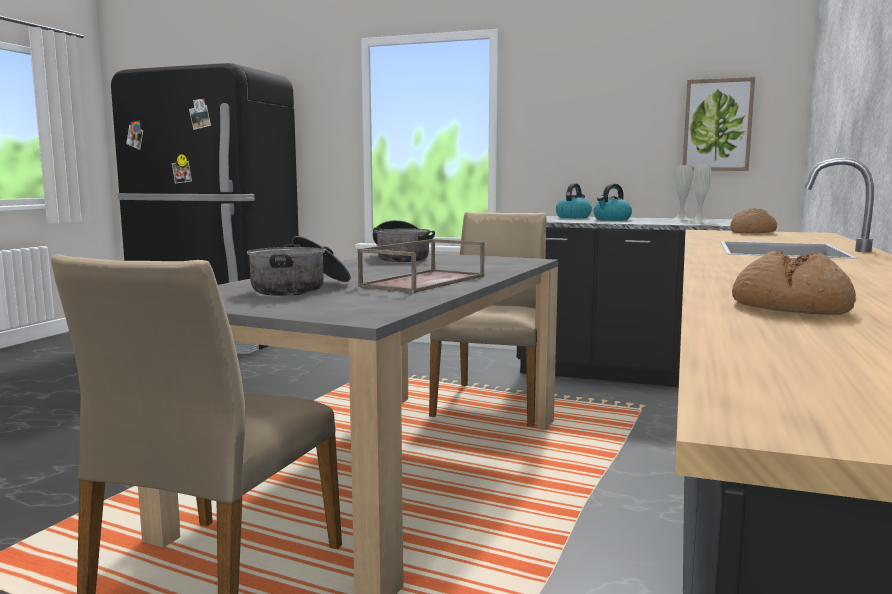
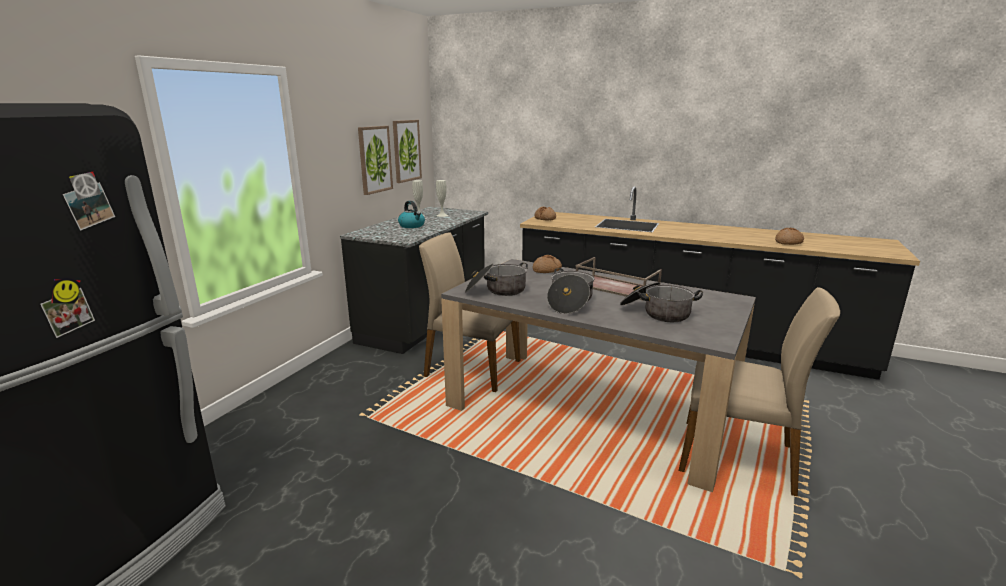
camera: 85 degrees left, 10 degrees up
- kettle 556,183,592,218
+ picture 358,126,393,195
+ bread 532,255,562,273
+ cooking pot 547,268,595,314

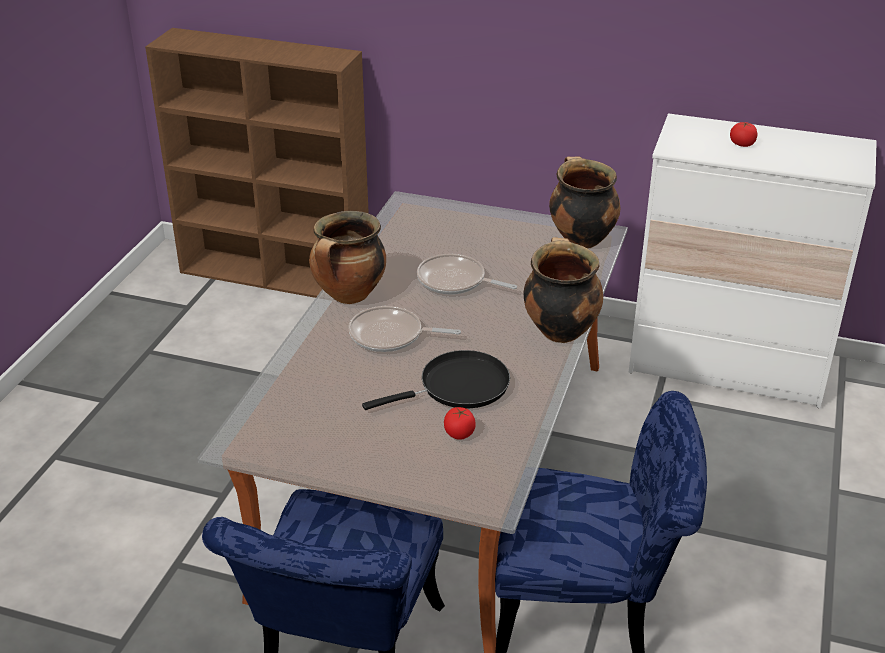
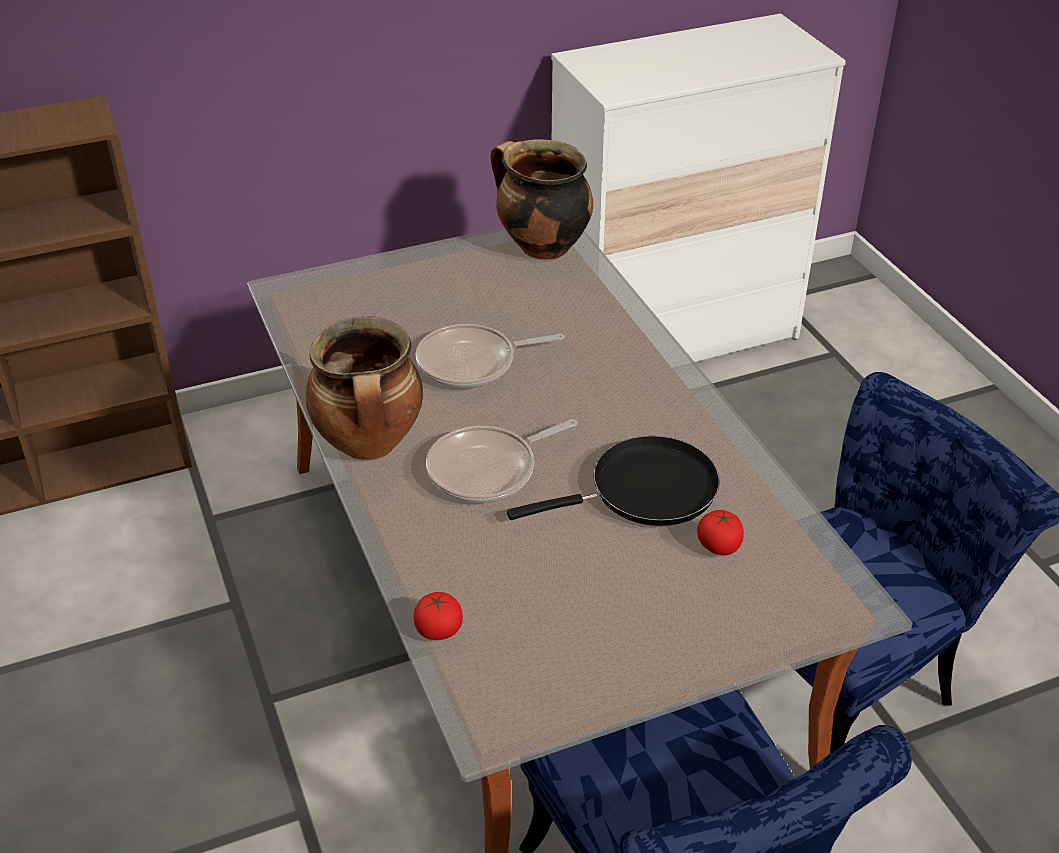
camera: 40 degrees left, 5 degrees up
~ frying pan/black 362,350,510,410 = 507,436,720,526 45 degrees clockwise
- cooking pot 524,237,603,343
~ tomato 730,122,757,147 to 413,592,463,640

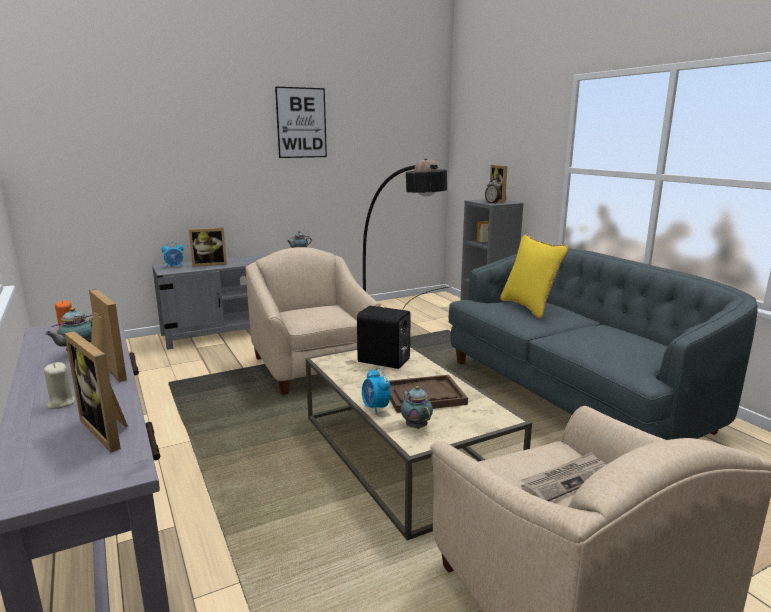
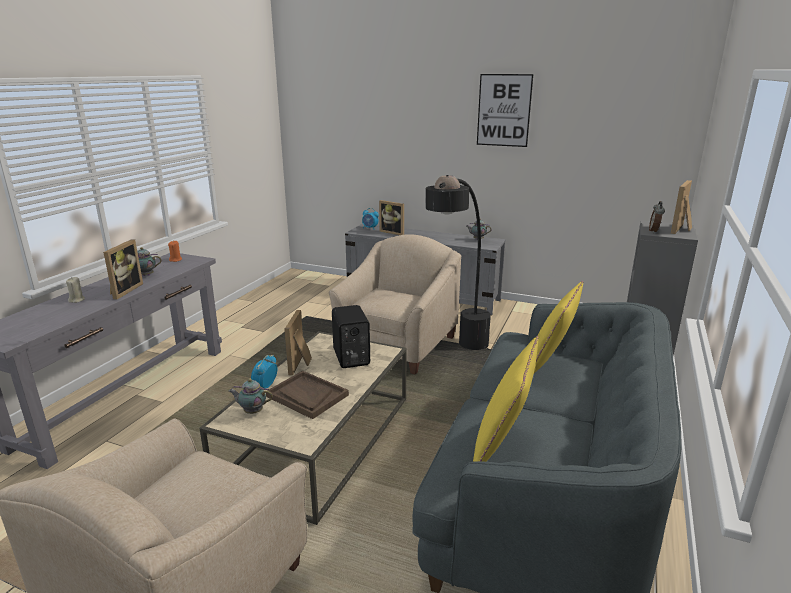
camera: 50 degrees right, 5 degrees up
~ picture frame 64,331,128,452 to 285,310,312,375
~ teapot 401,386,433,429 = 229,379,273,414 105 degrees counterclockwise
- newspaper 521,452,607,501
+ pillow/yellow 473,336,538,462

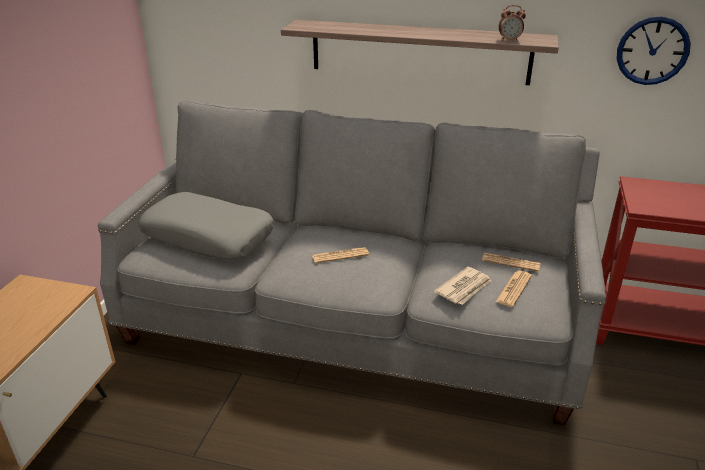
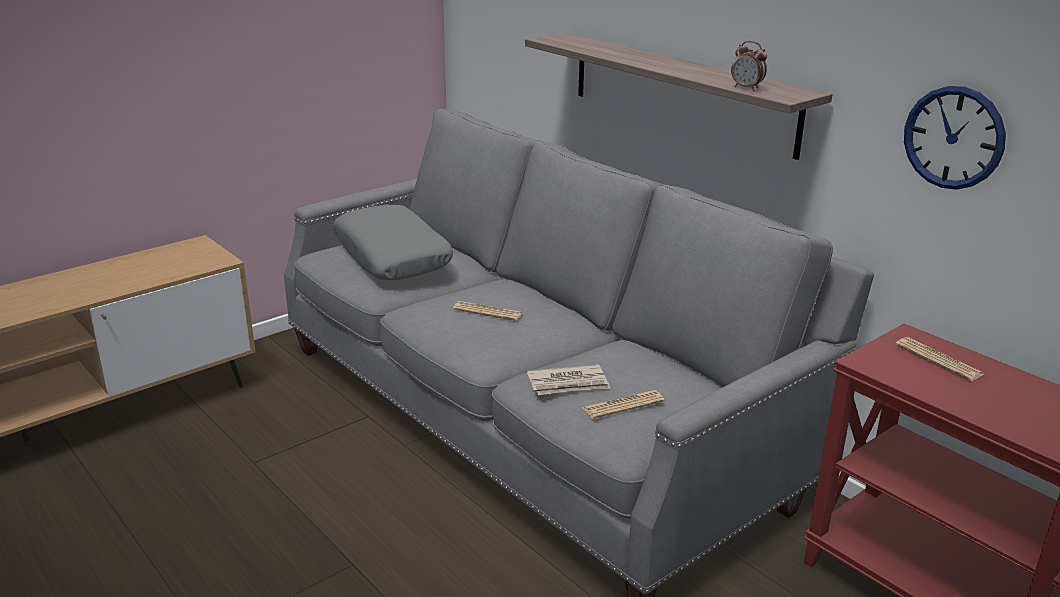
camera: 35 degrees right, 5 degrees down
~ newspaper 482,253,540,272 to 895,337,984,381

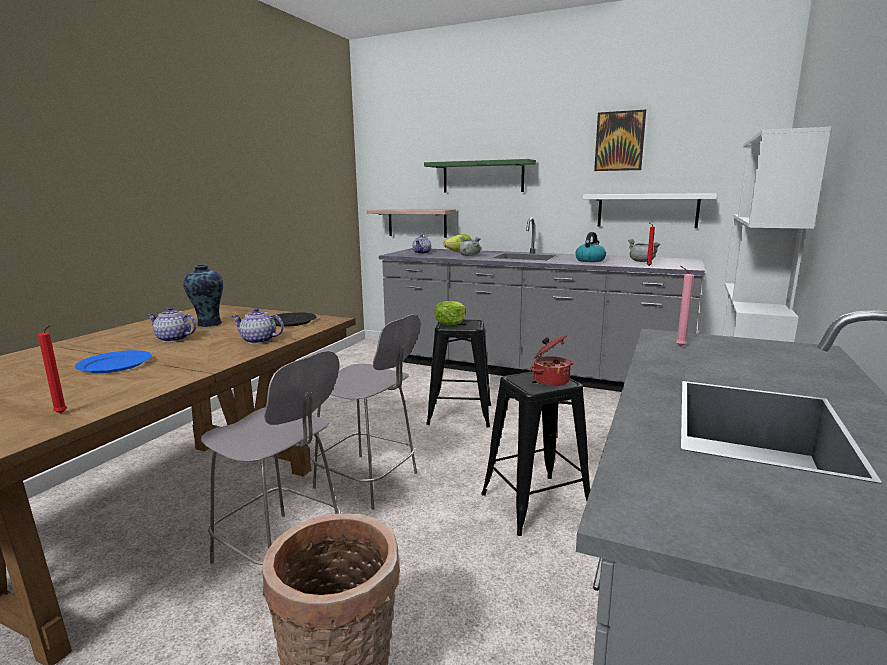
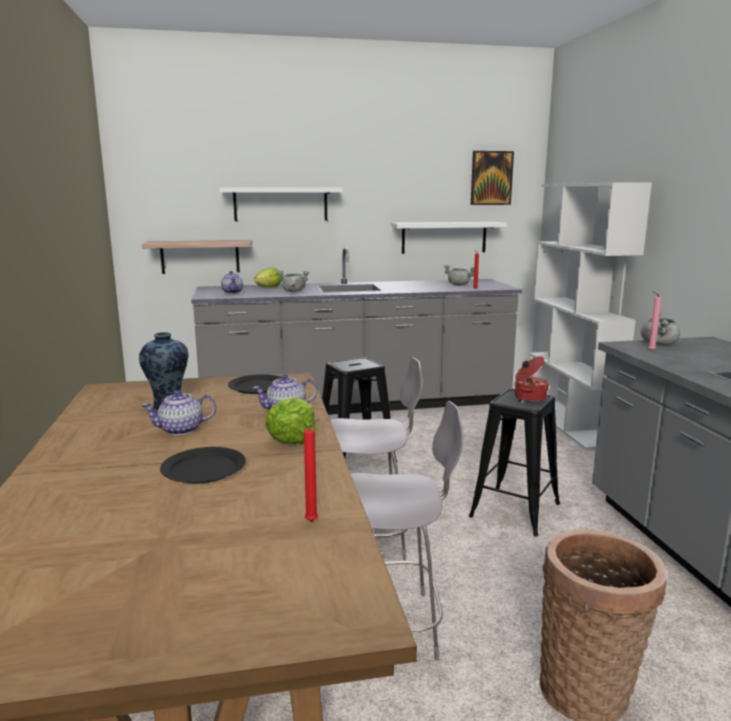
camera: 35 degrees left, 0 degrees up
~ plate/blue 75,350,152,373 to plate/black 160,447,246,483
~ shelf/green 424,159,536,193 to shelf/white 219,187,343,221
~ lettuce 435,301,466,325 to 265,397,317,444
- kettle 575,232,606,262
~ picture 594,109,646,171 to 471,151,514,205
+ cooking pot/grey 641,312,680,345

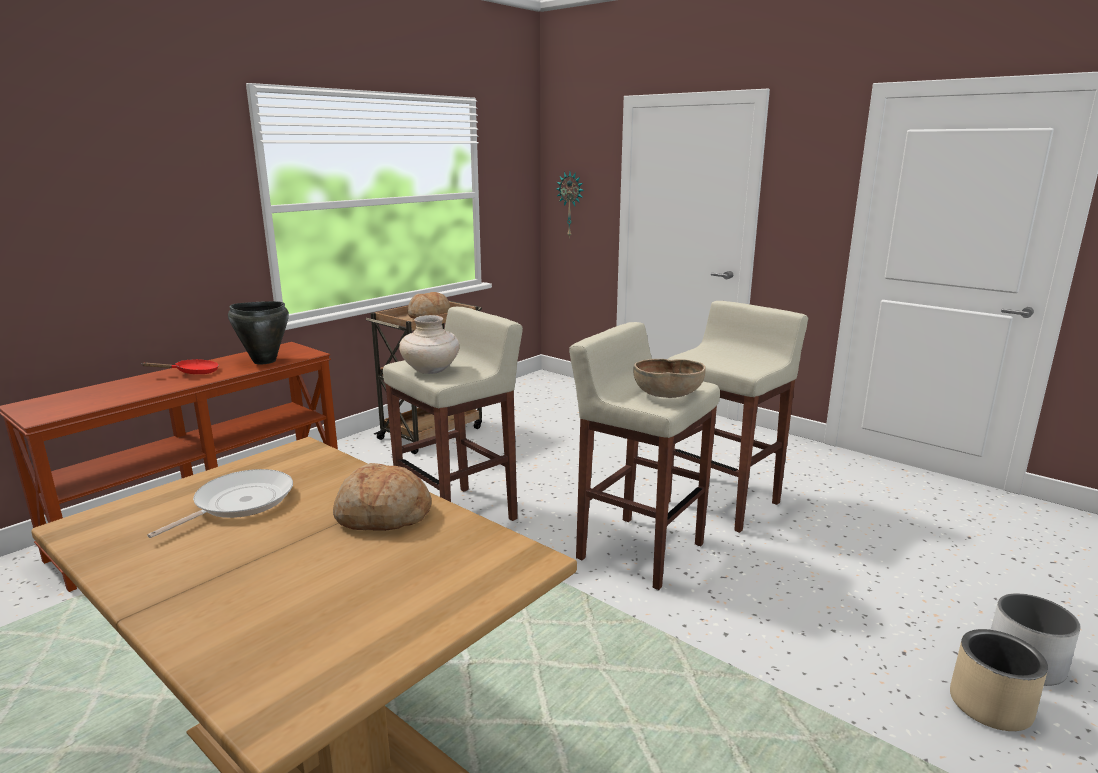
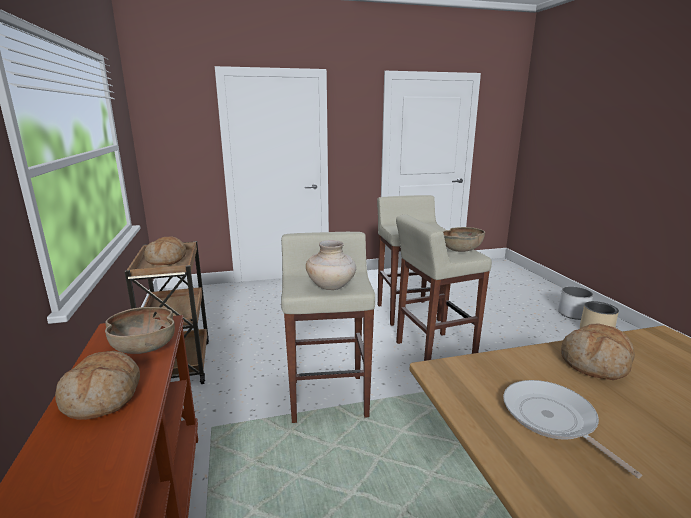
camera: 55 degrees left, 0 degrees up
~ frying pan/red 141,359,219,374 to bread 55,351,140,420
~ cooking pot/black 228,301,289,364 to bowl/brown 105,307,175,354
- wall clock 557,172,584,237

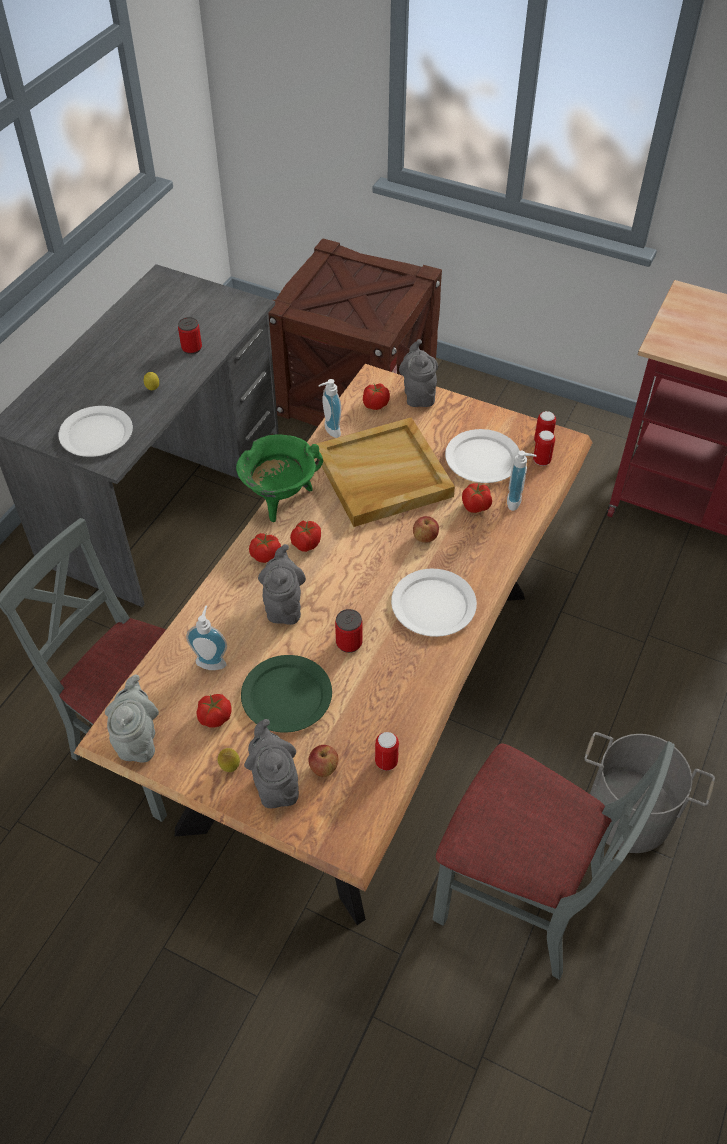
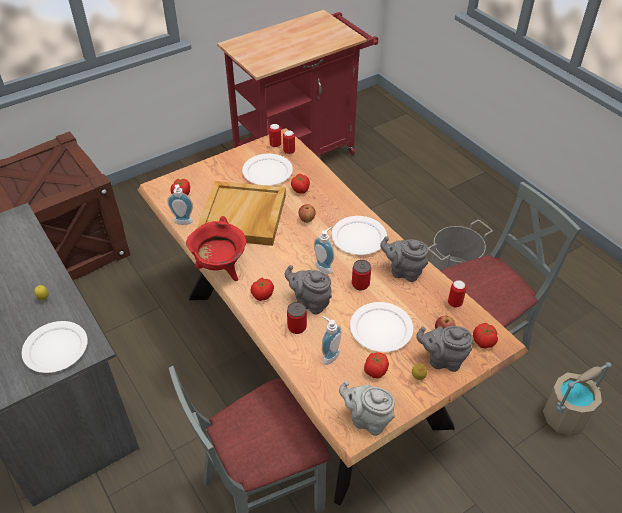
camera: 60 degrees left, 5 degrees down
~ can 178,317,202,354 to 287,302,307,334
~ cooking pot/green 236,434,323,522 to cooking pot/red 186,216,246,281
~ plate/green 241,655,332,733 to plate/white 350,302,413,352
~ tomato 290,520,321,552 to 473,323,498,349
~ teapot/grey 399,339,438,407 to 380,236,428,282
~ soap dispenser 507,451,537,511 to 314,227,334,274
+ bucket/beige 543,362,612,435

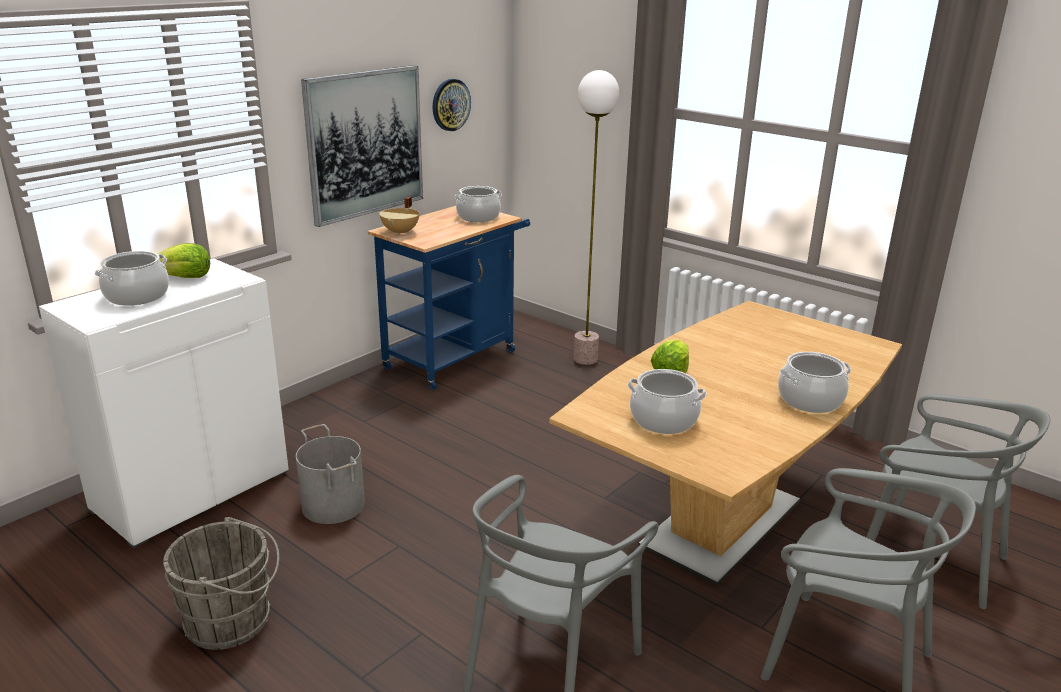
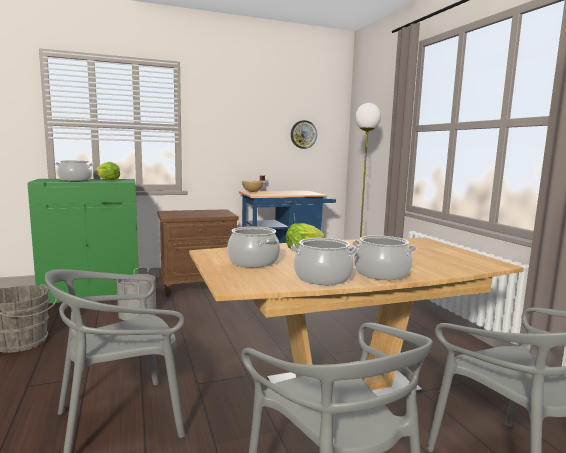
camera: 30 degrees right, 15 degrees down
~ cabinet/white 39,258,289,549 to cabinet/green 27,179,139,304
- picture 301,65,423,227
~ cooking pot 454,186,502,222 to 291,238,358,285
+ nightstand/brown 158,209,239,297

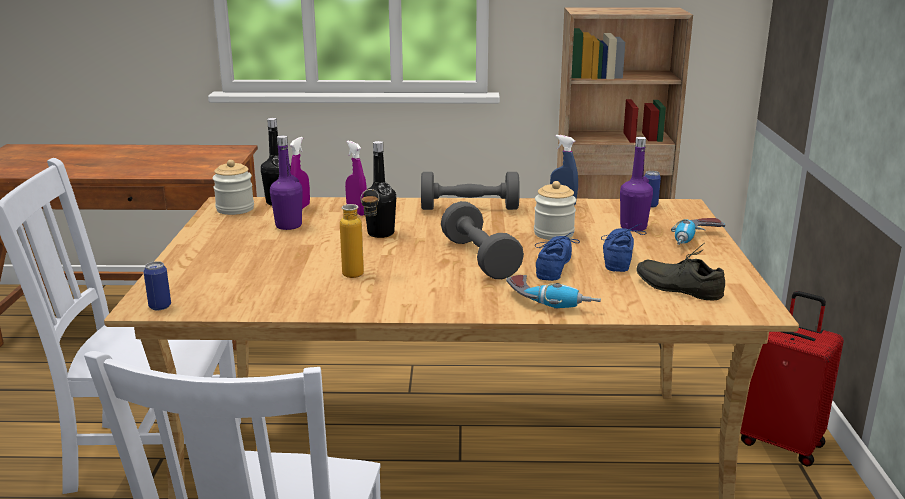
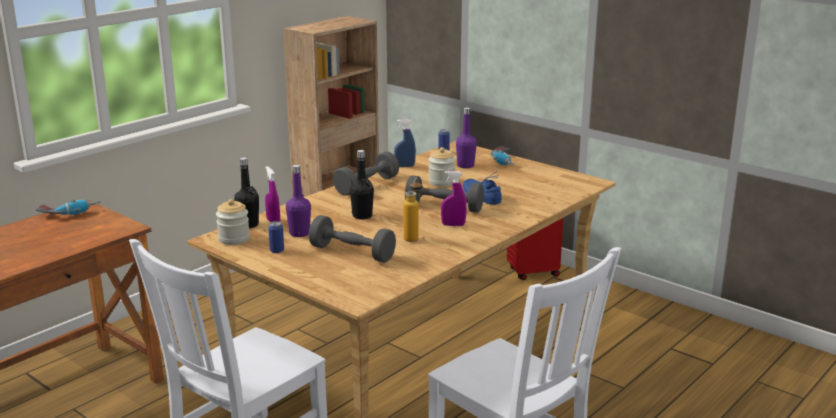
camera: 50 degrees left, 0 degrees up
~ can 143,261,171,310 to 268,221,284,253
~ spray bottle/purple 345,141,367,216 to 441,171,467,226
~ power drill 506,275,601,309 to 36,200,100,215
- shoe/blue 601,224,646,272
- shoe/grey 636,243,725,300
+ dumbbell/grey 309,215,396,263

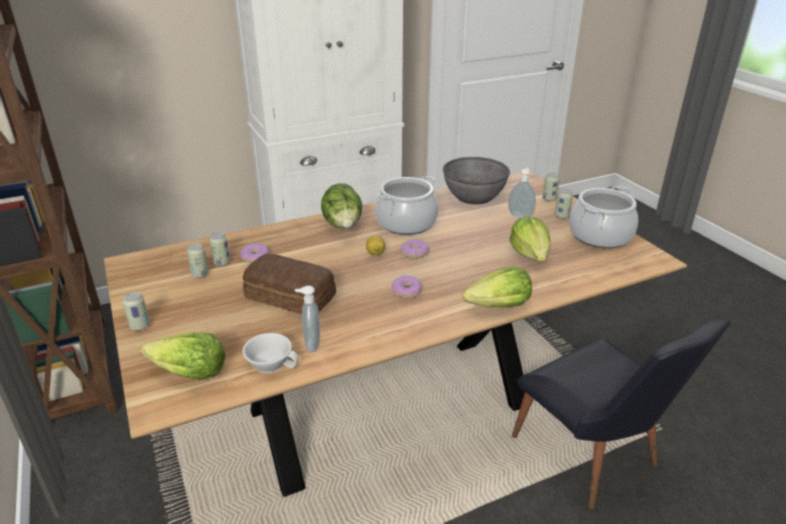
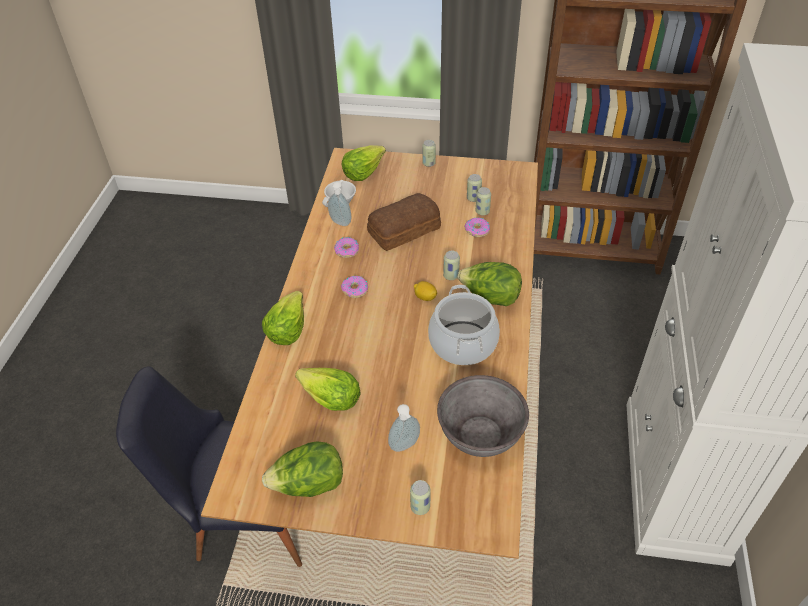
camera: 125 degrees right, 15 degrees up
~ donut 401,239,429,258 to 334,237,359,258
~ can 555,189,573,219 to 443,251,460,280
~ cooking pot 569,186,638,248 to lettuce 262,441,343,497

